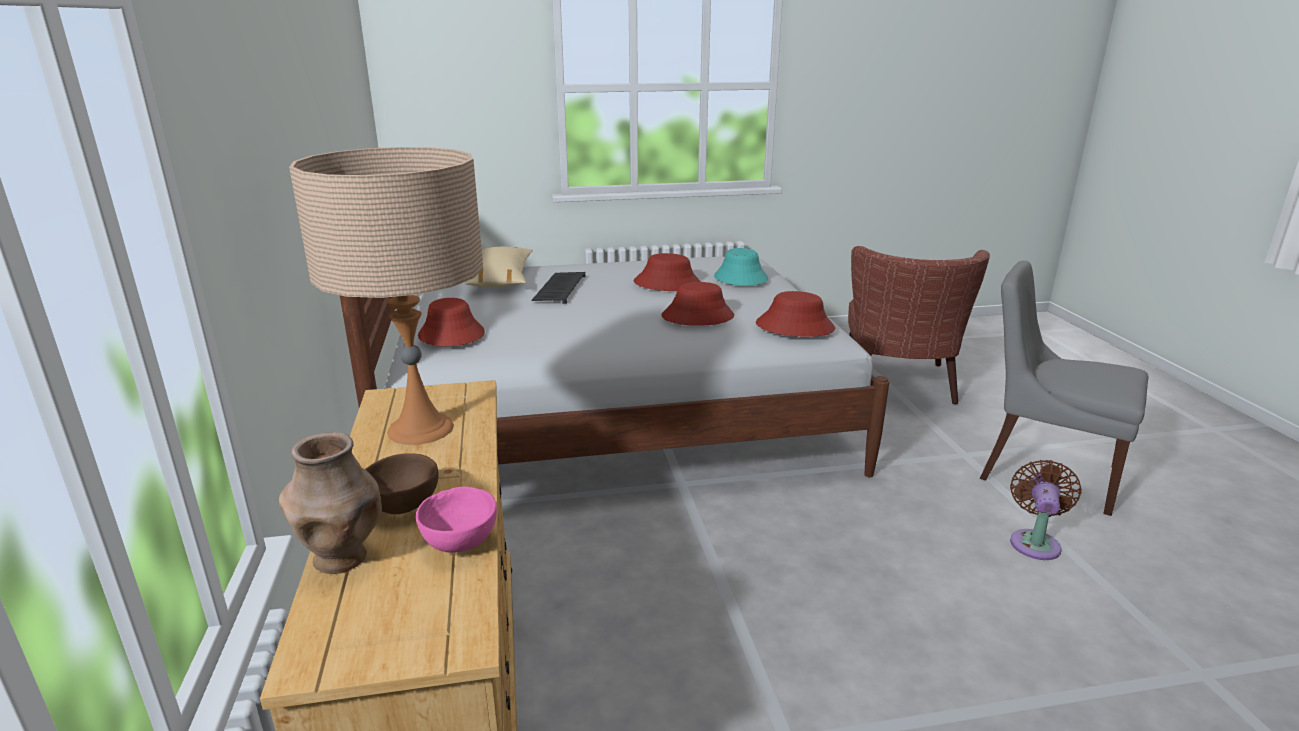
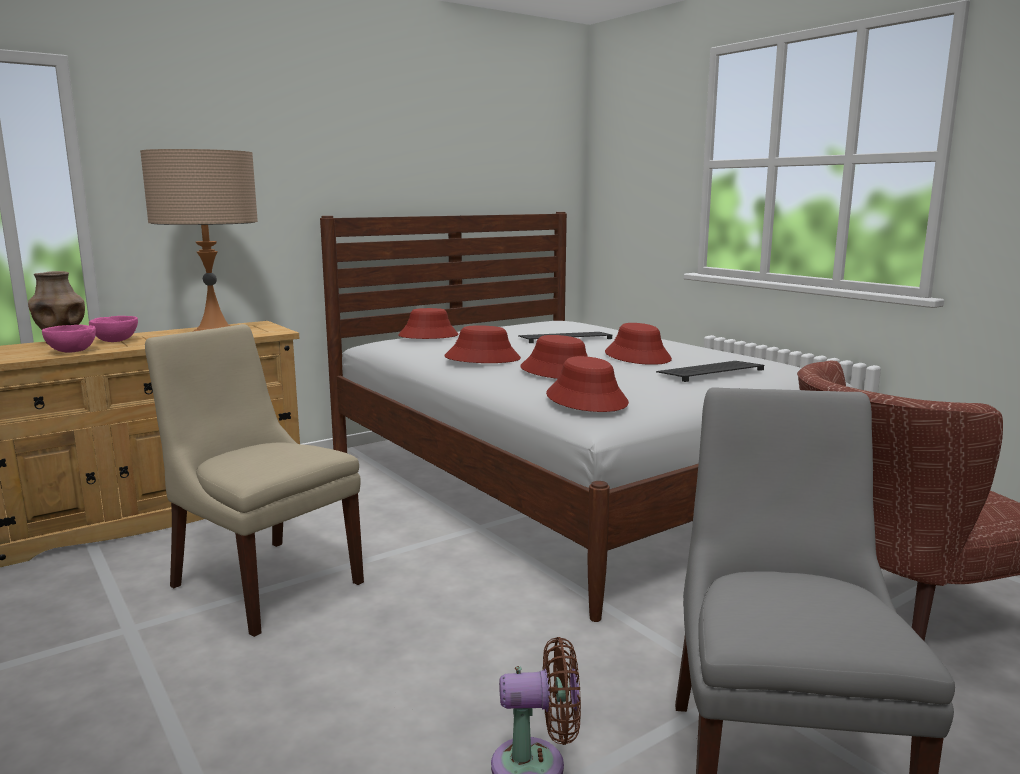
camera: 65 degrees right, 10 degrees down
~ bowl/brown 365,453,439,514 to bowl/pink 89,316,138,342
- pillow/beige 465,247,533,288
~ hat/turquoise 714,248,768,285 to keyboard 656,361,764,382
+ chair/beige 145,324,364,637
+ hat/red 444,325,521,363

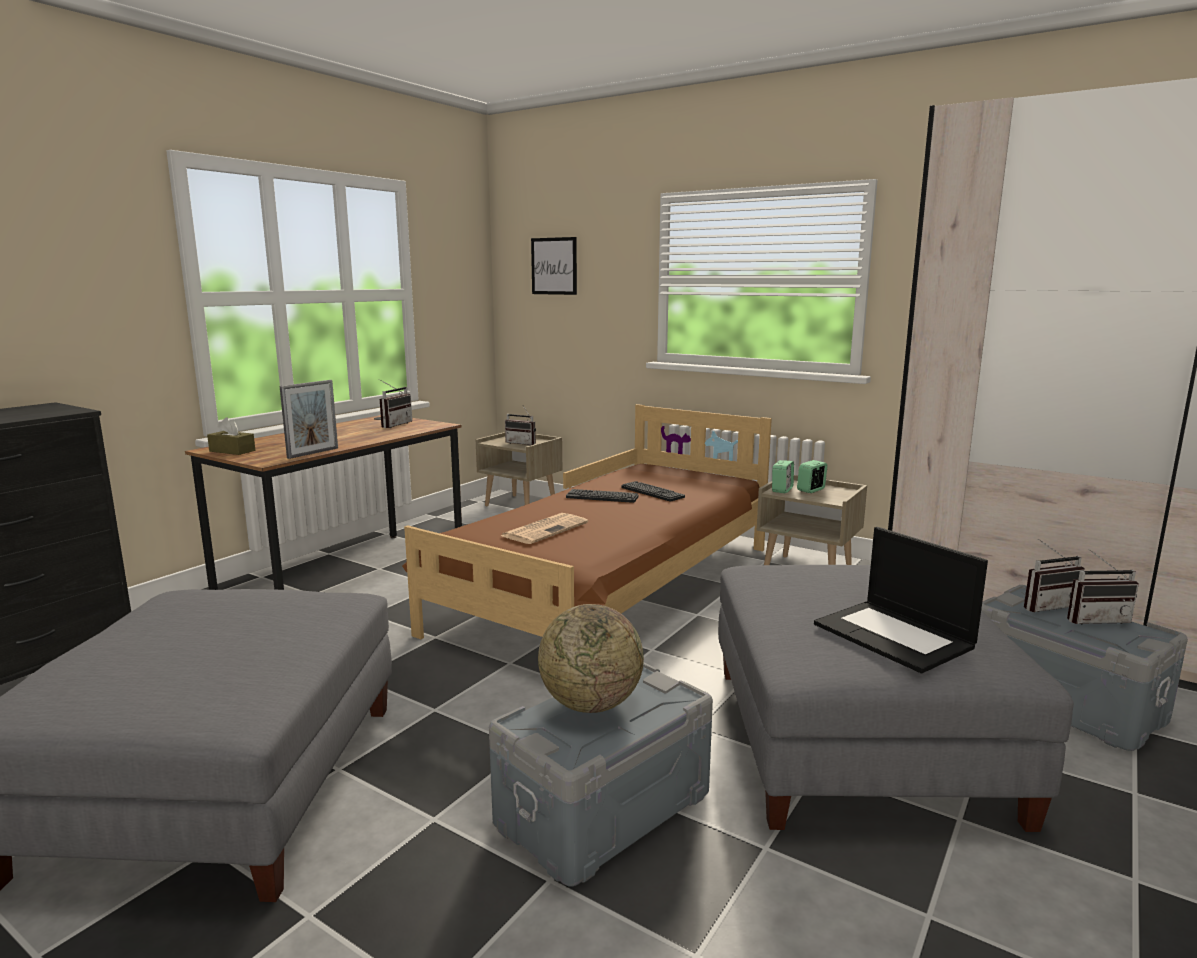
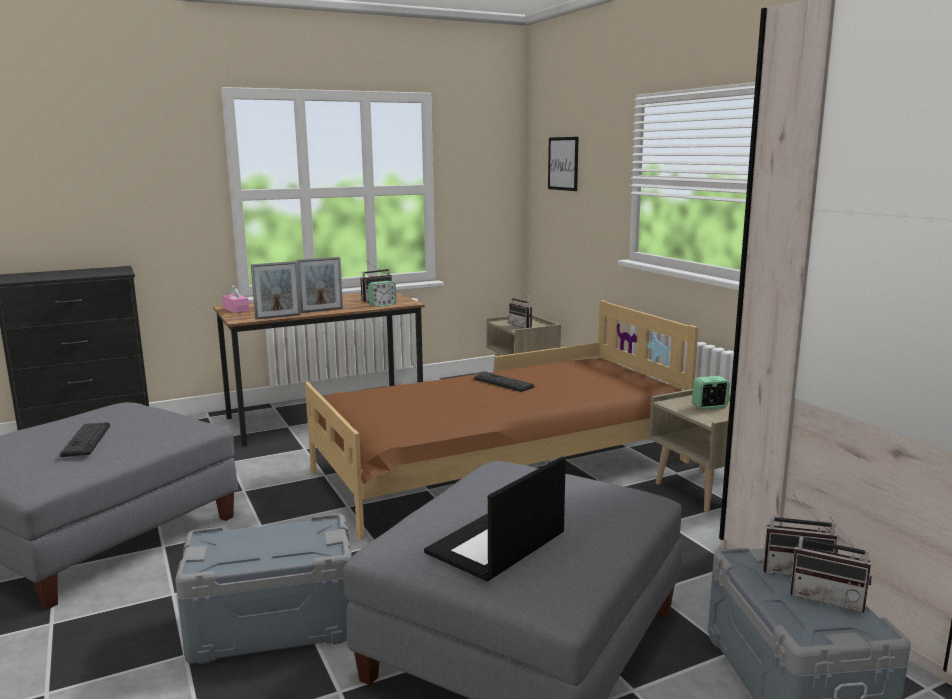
camera: 30 degrees right, 0 degrees up
~ tissue box/brown 207,418,255,455 to tissue box/pink 222,284,249,313
- newspaper 501,513,588,544
- globe 538,604,644,713
~ keyboard 621,481,685,502 to 60,422,110,457
~ alarm clock 772,460,794,493 to 368,281,397,307
~ laptop 814,527,988,673 = 424,457,566,582 45 degrees clockwise
+ picture frame 297,257,343,313

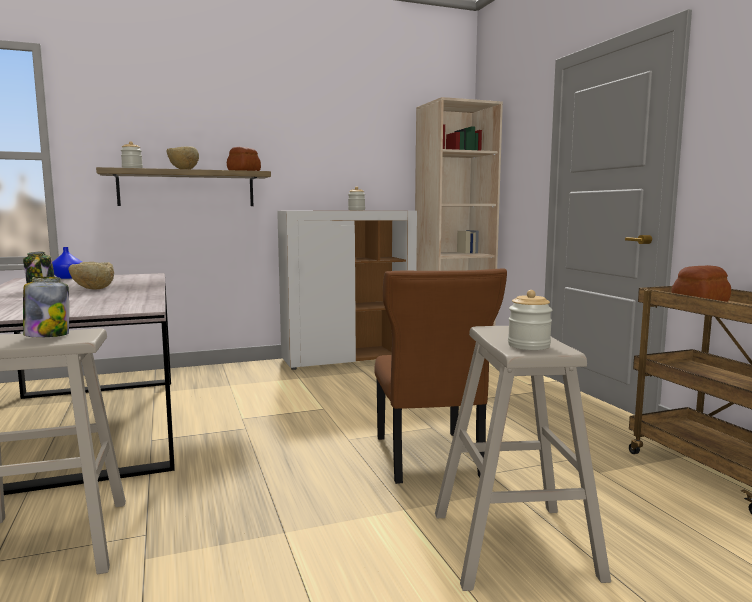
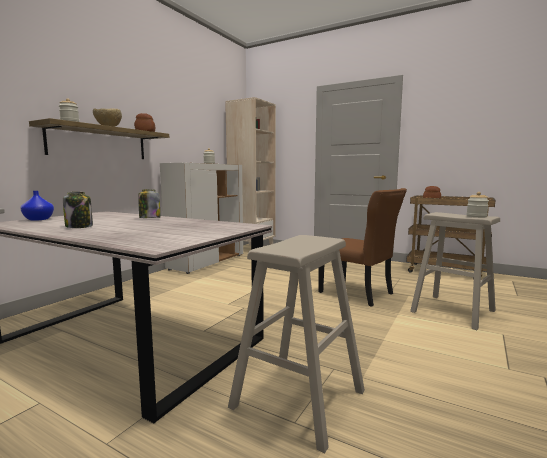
camera: 40 degrees left, 0 degrees up
~ jar 23,277,69,337 to 138,189,160,218
- bowl/beige 68,262,114,290

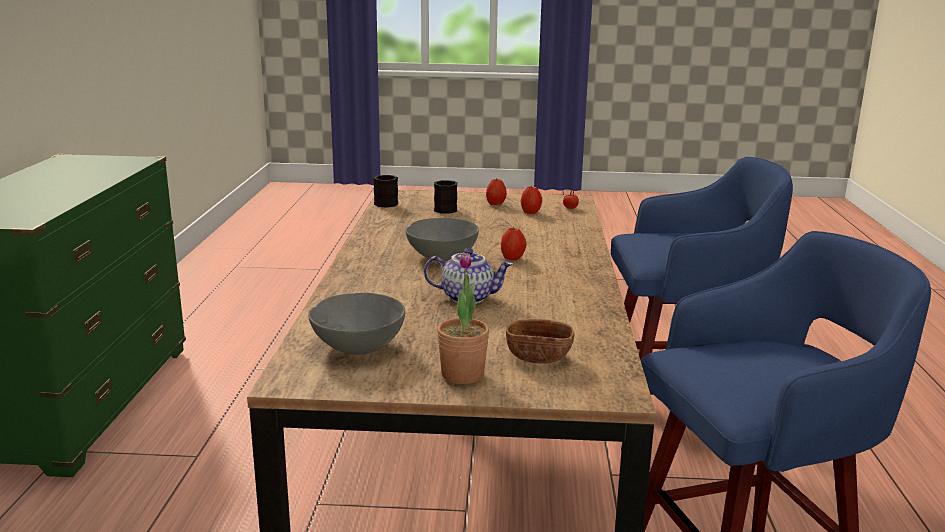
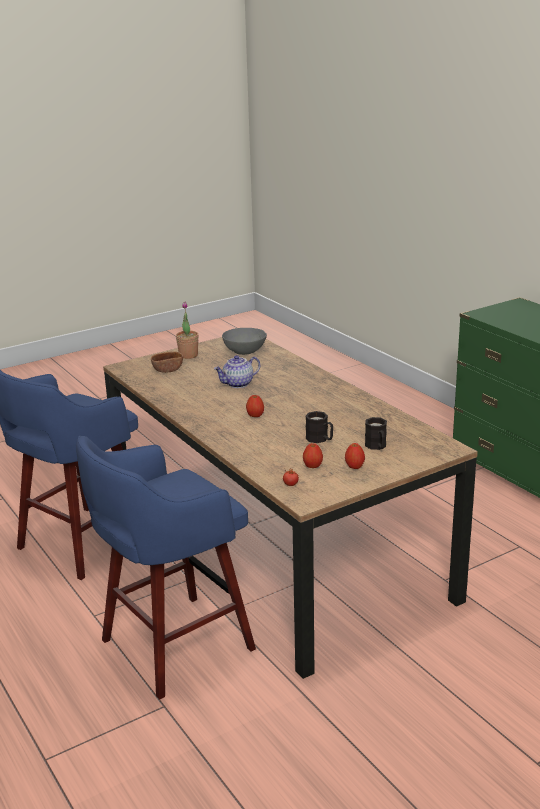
camera: 145 degrees right, 5 degrees up
~ mug/black 373,175,398,208 to 305,411,333,443
- bowl/grey 405,218,479,262

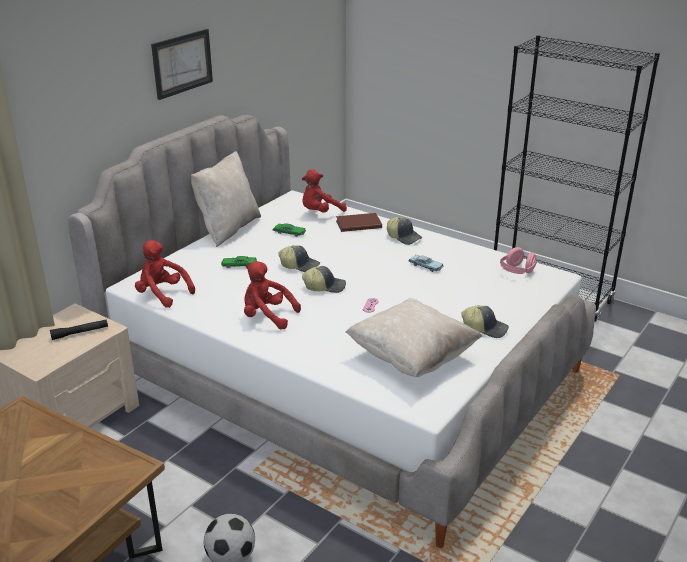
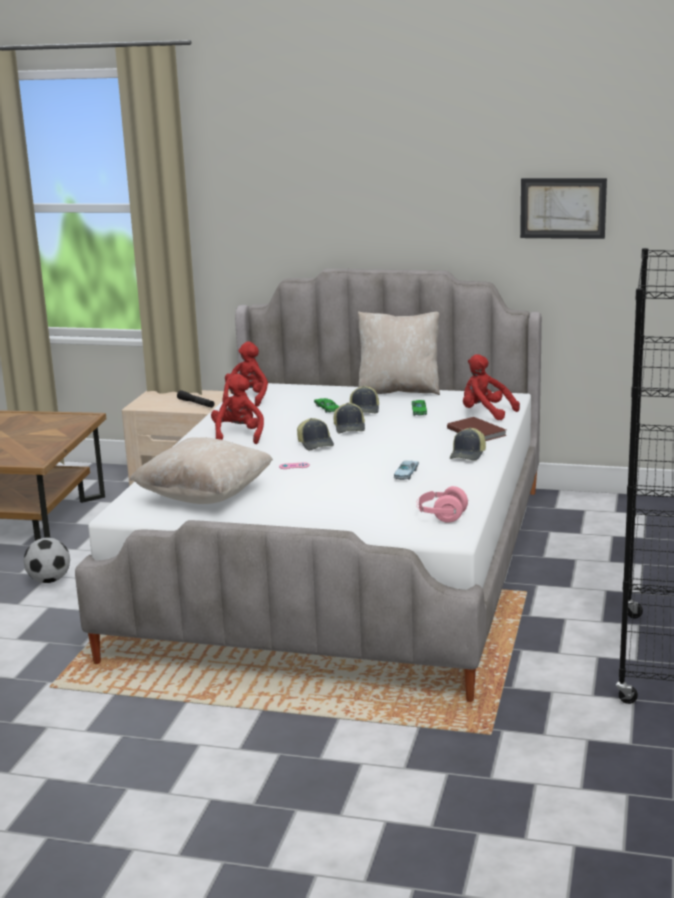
camera: 70 degrees right, 10 degrees down
~ picture 151,29,213,100 to 520,178,607,239
~ cap 461,305,509,338 to 350,386,379,414

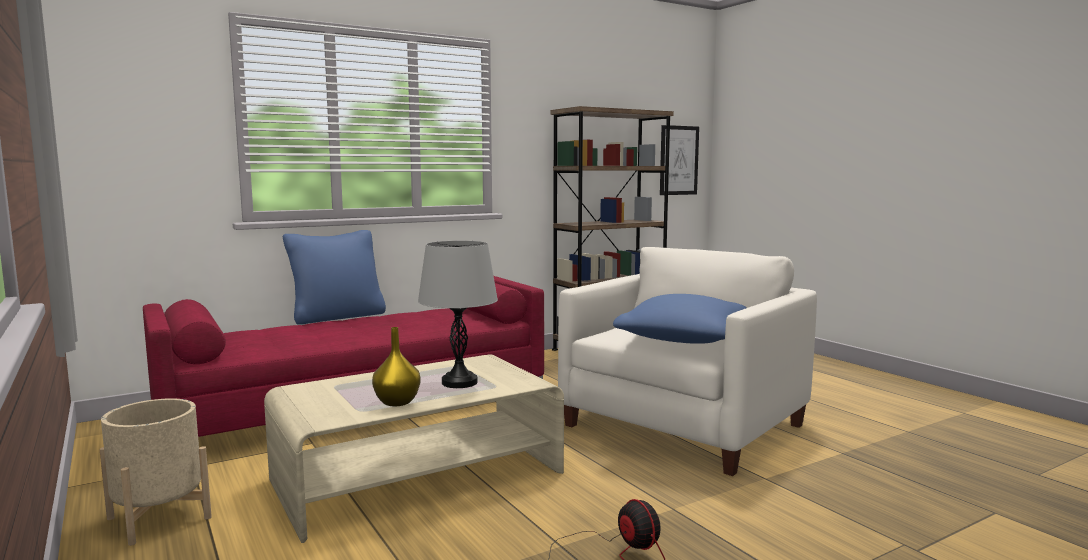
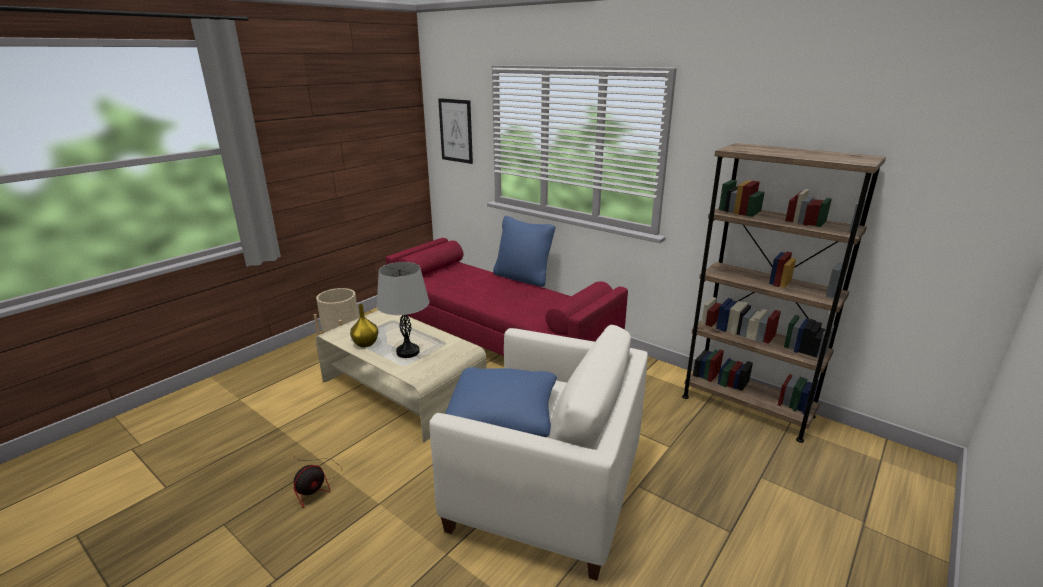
camera: 70 degrees right, 15 degrees up
~ picture 660,125,699,195 to 438,98,473,164

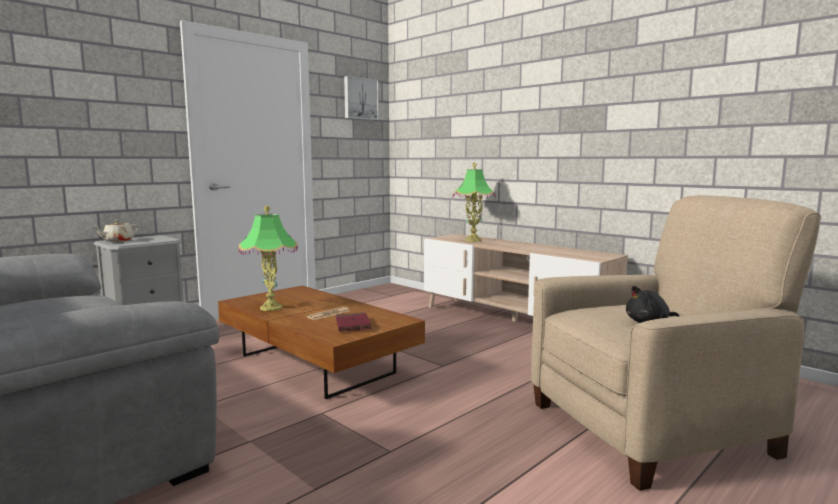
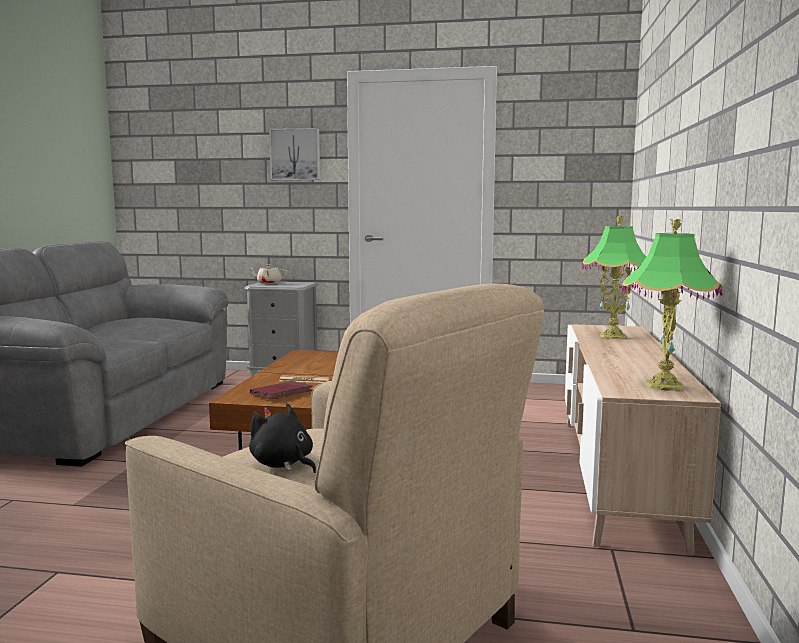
camera: 55 degrees right, 0 degrees up
~ table lamp 239,206,298,311 to 622,219,722,391
~ picture 344,76,379,120 to 269,128,320,180

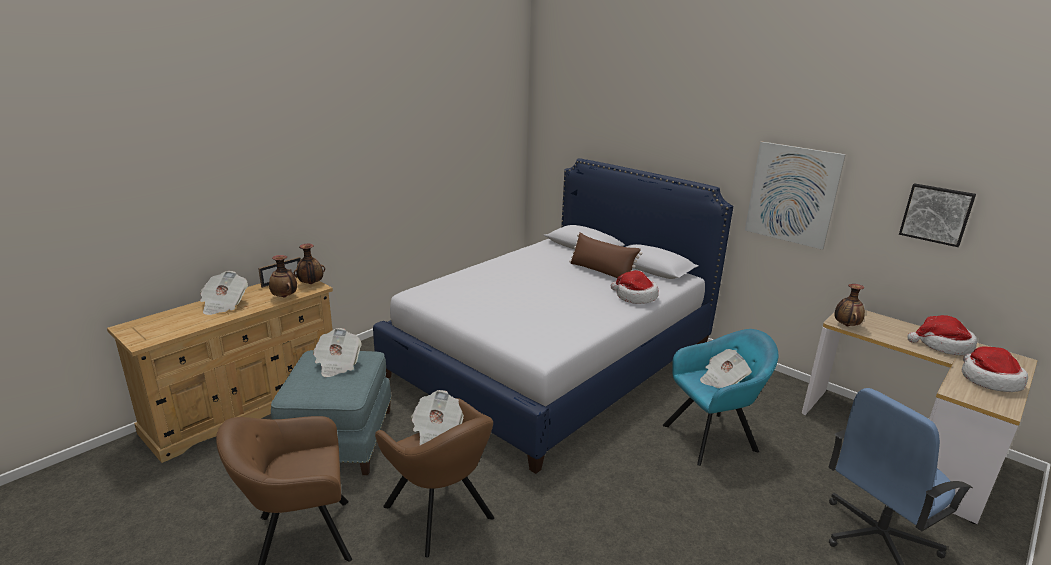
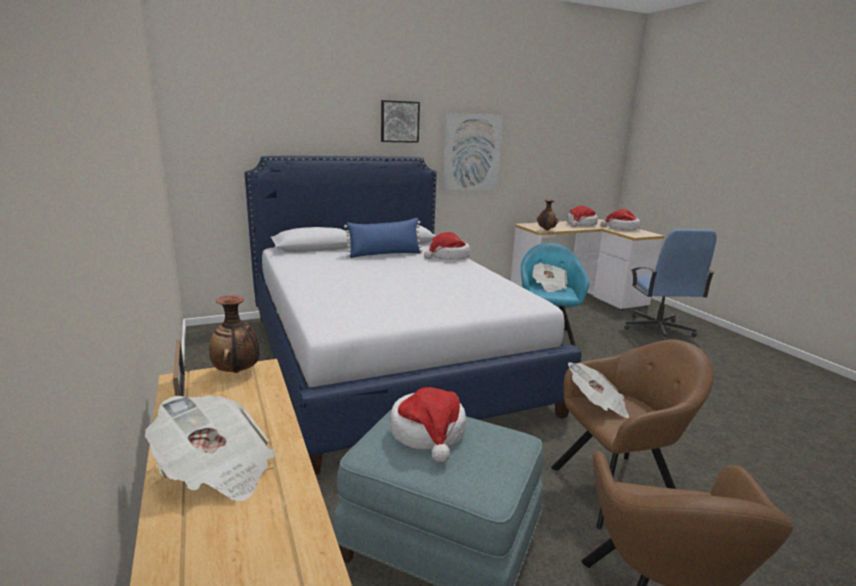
camera: 65 degrees left, 5 degrees down
- vase 269,255,297,298
~ newspaper 313,328,362,377 to hat 390,387,466,463
~ pillow/brown 569,232,642,278 to pillow/blue 344,218,423,258
~ picture 899,183,976,247 to 381,100,420,143

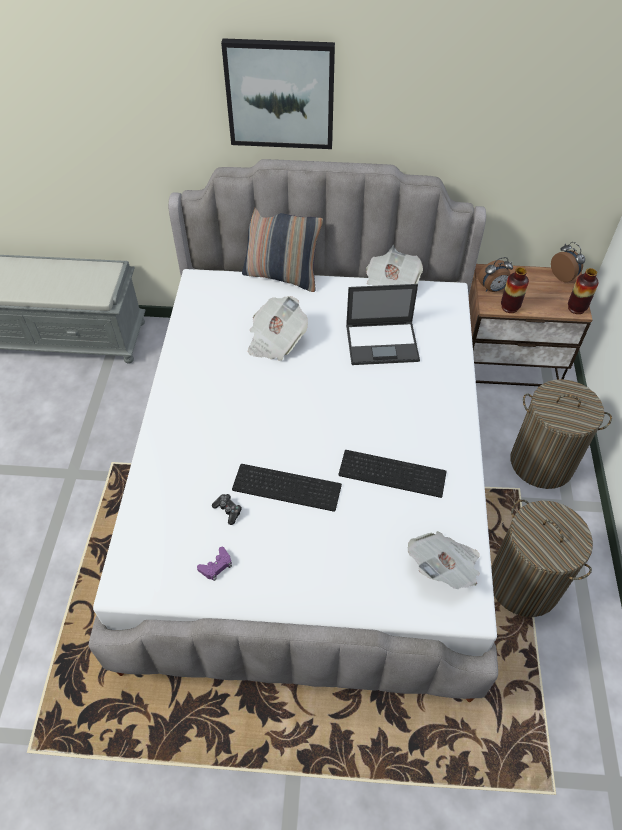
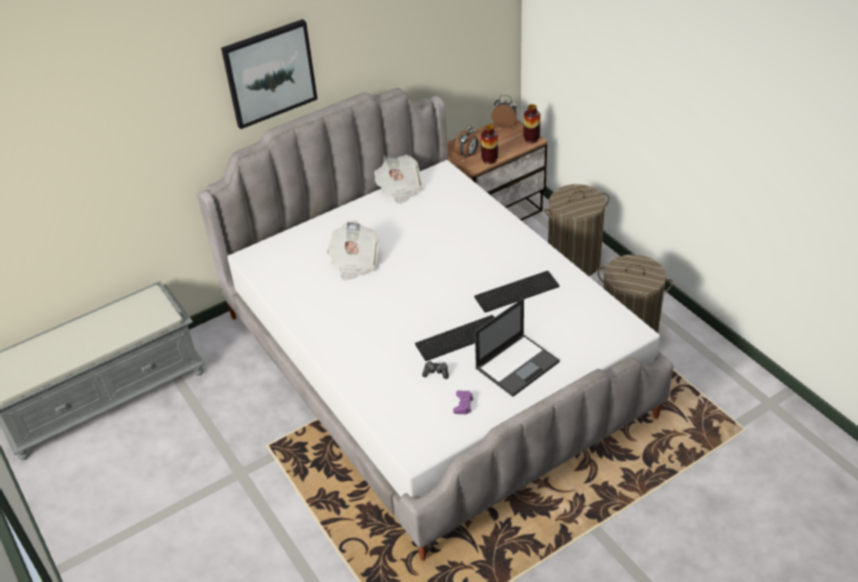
camera: 35 degrees left, 10 degrees down
- pillow 242,208,323,292
~ laptop 346,284,420,365 to 475,298,560,397
- newspaper 408,531,480,589

